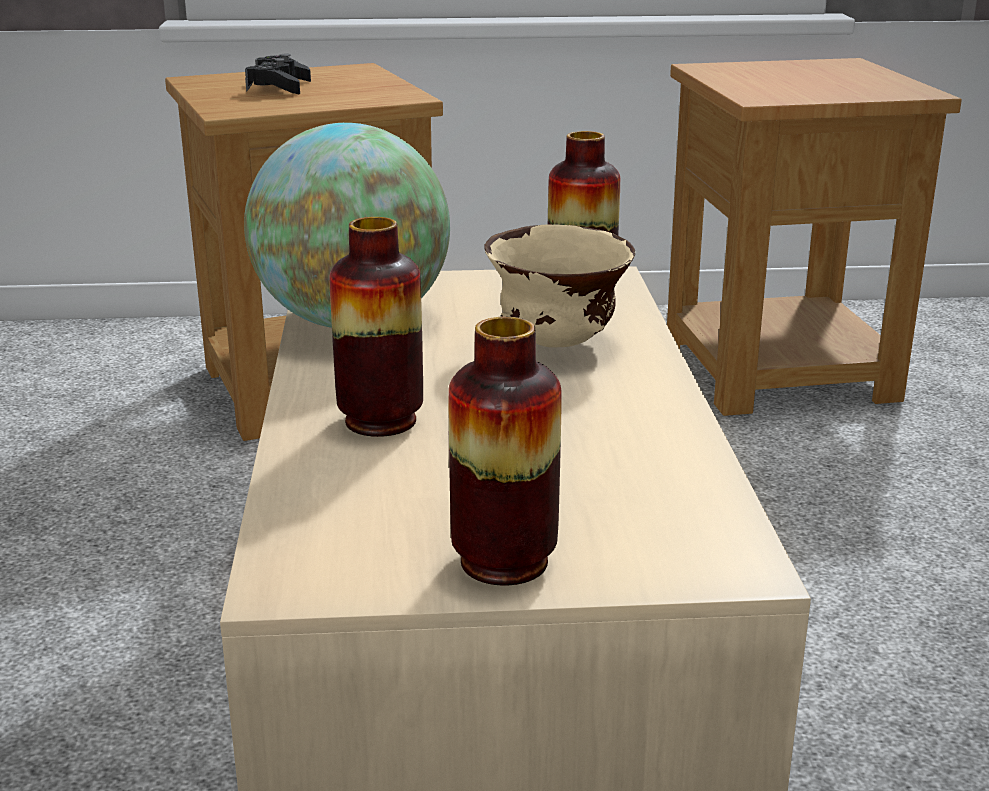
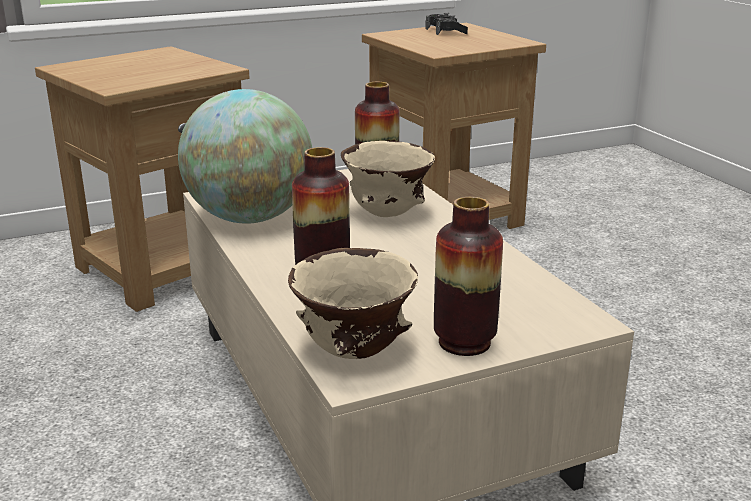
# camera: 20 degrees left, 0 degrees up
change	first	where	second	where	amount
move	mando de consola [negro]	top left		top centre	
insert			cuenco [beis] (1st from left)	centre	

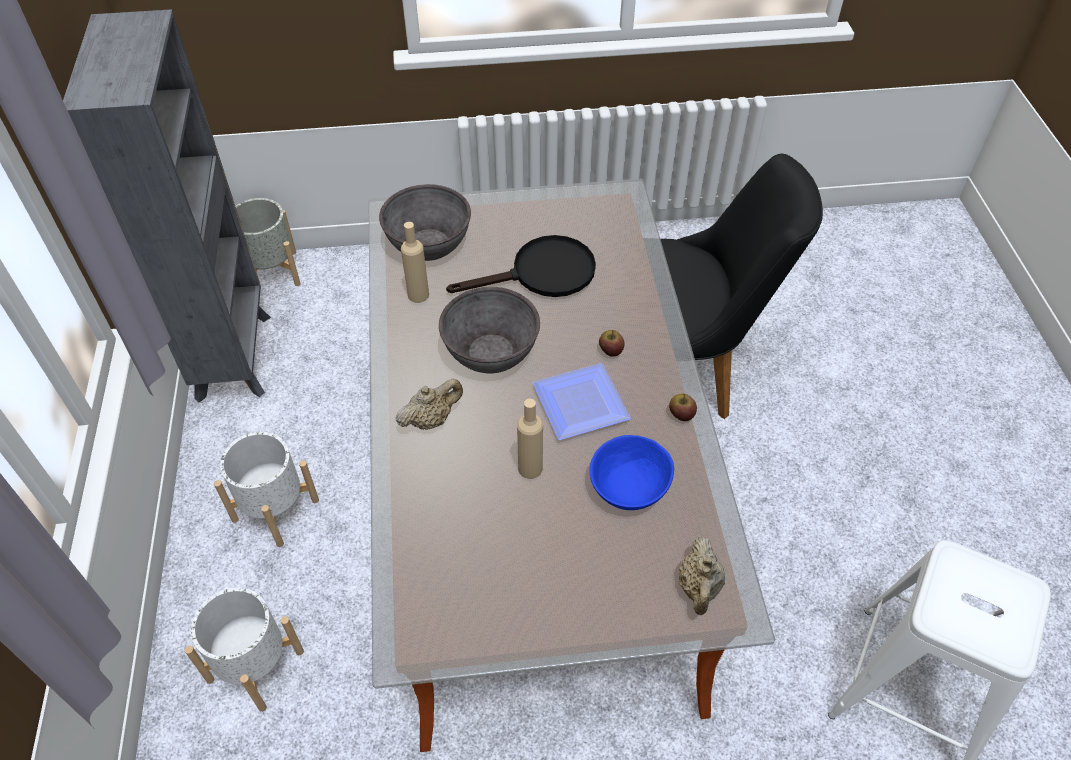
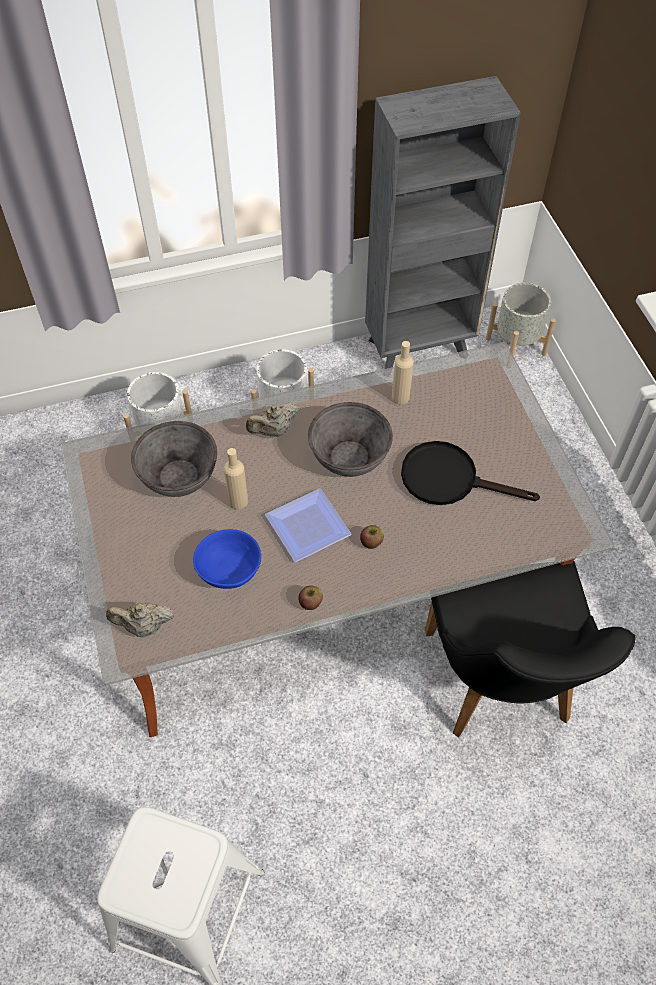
# camera: 80 degrees right, 5 degrees up
change	first	where	second	where	amount
move	cuenco [gris] (1st from left)	top centre		middle left	
rotate	sartén [negro]	centre		middle right	135 degrees clockwise
rotate	tetera [beis] (1st from left in the first image)	centre	tetera [beis] (2nd from left)	centre	105 degrees clockwise

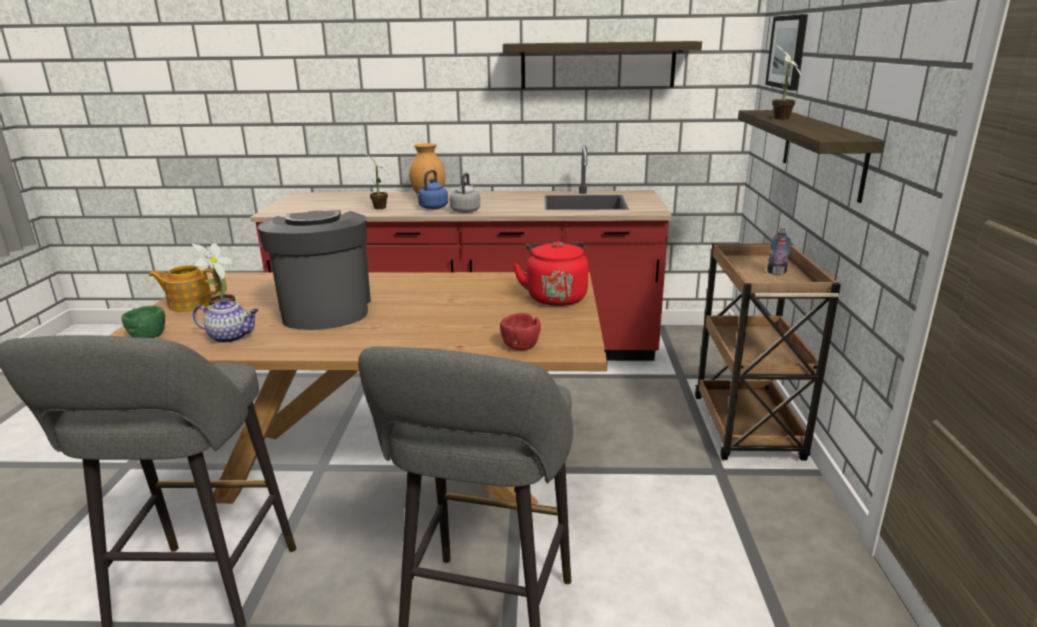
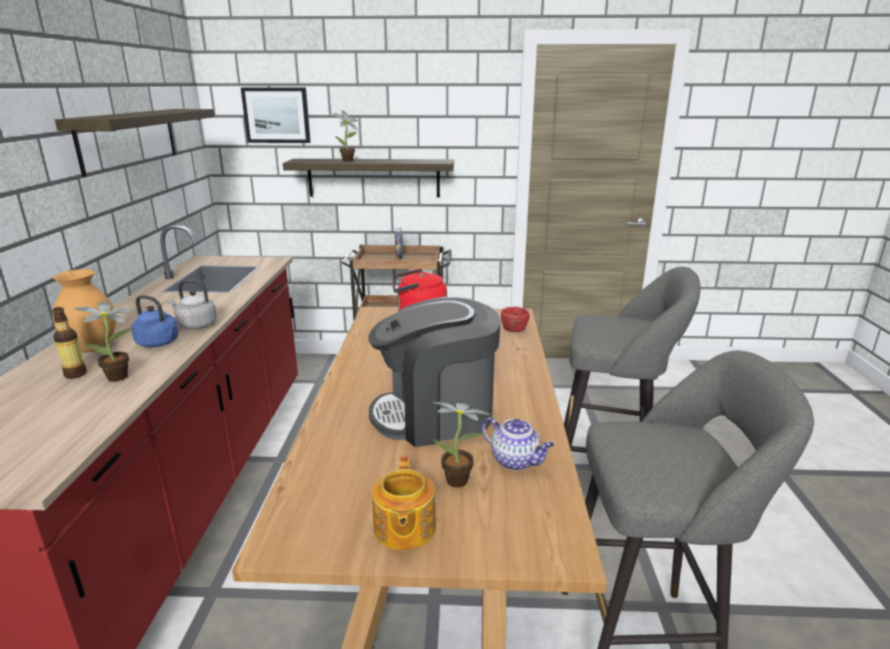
# camera: 90 degrees left, 0 degrees up
change	first	where	second	where	amount
rotate	tetera (2nd from left)	middle left		bottom centre	120 degrees clockwise
delete	cuenco [verde]	middle left			
insert			botella (1st from left)	middle left	

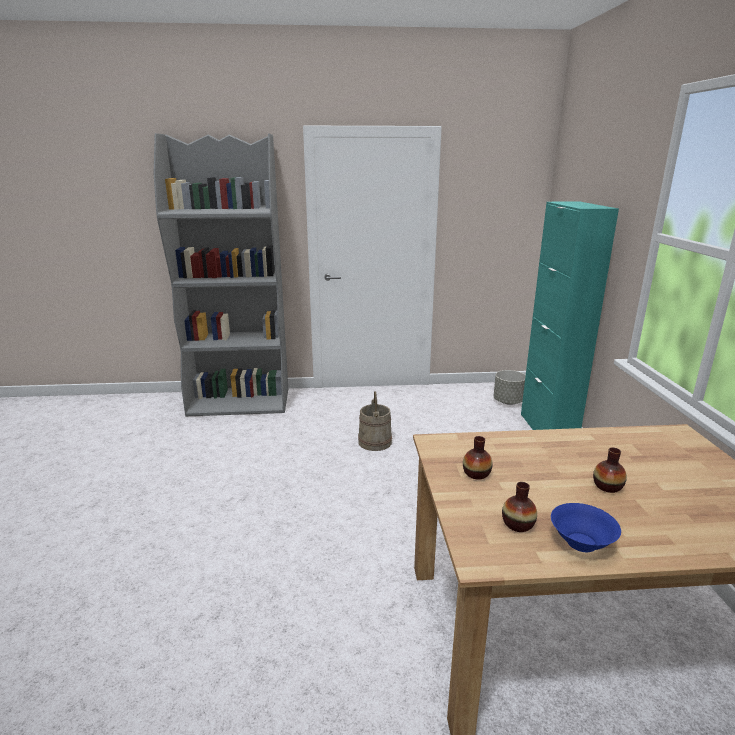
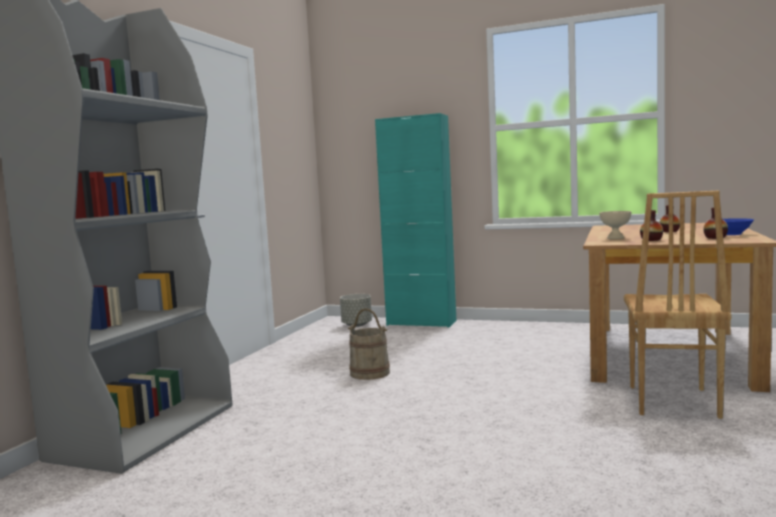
# camera: 65 degrees left, 15 degrees down
change	first	where	second	where	amount
insert			silla [marrón]	middle right	
insert			cuenco [beis]	middle right	

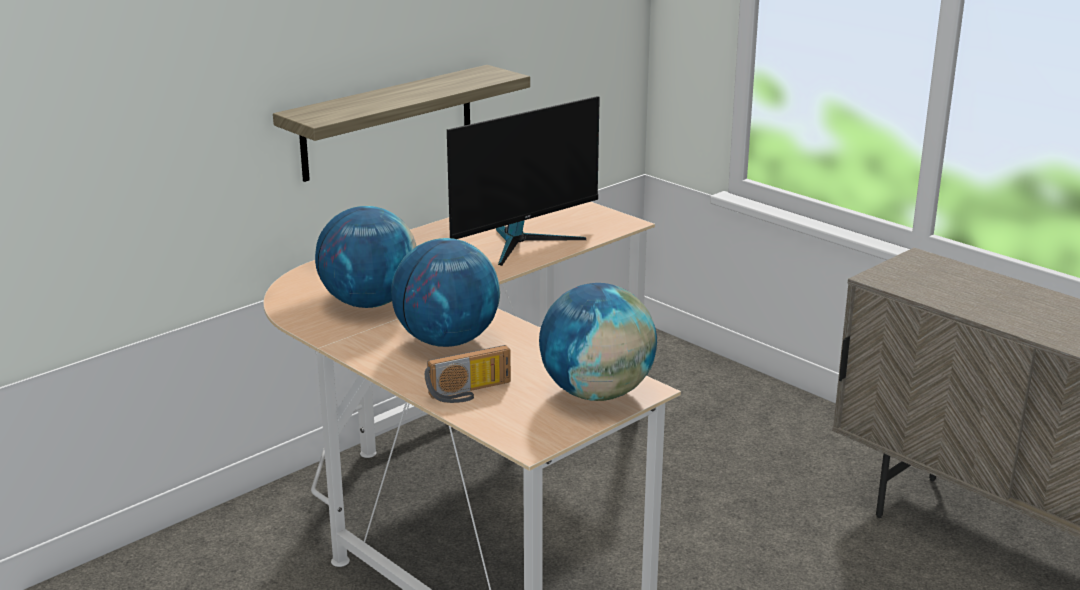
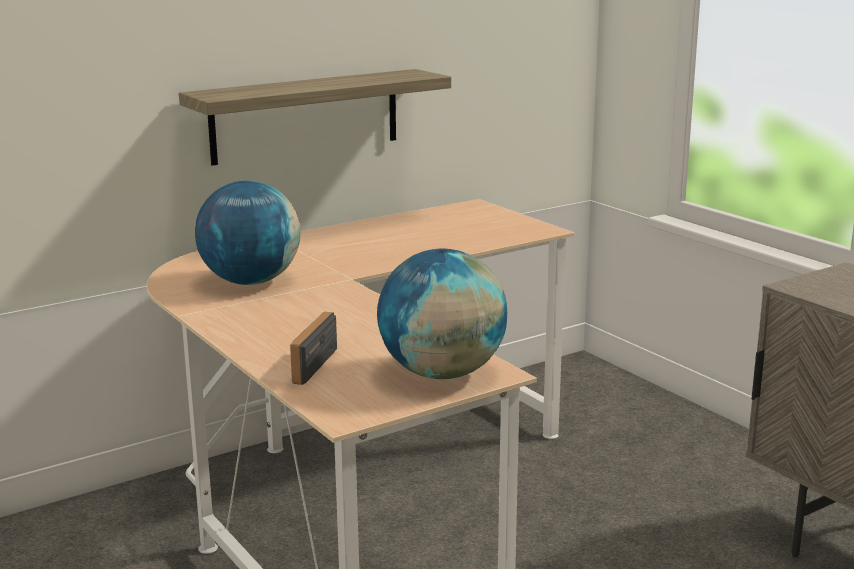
# camera: 10 degrees right, 5 degrees down
change	first	where	second	where	amount
delete	monitor	top centre			
delete	globo terráqueo (2nd from left)	centre			
rotate	radio	centre		centre	120 degrees clockwise

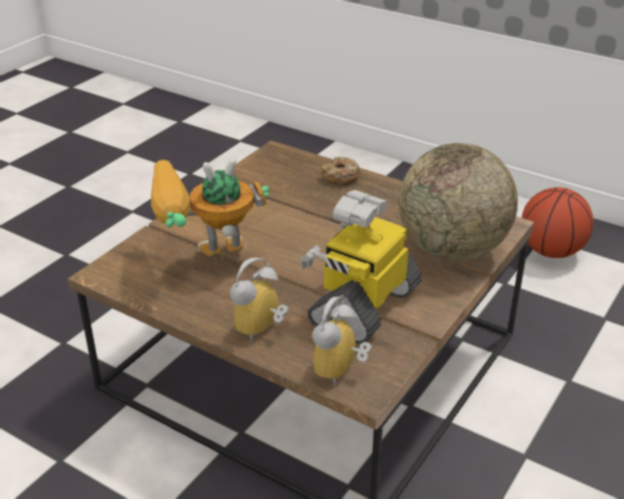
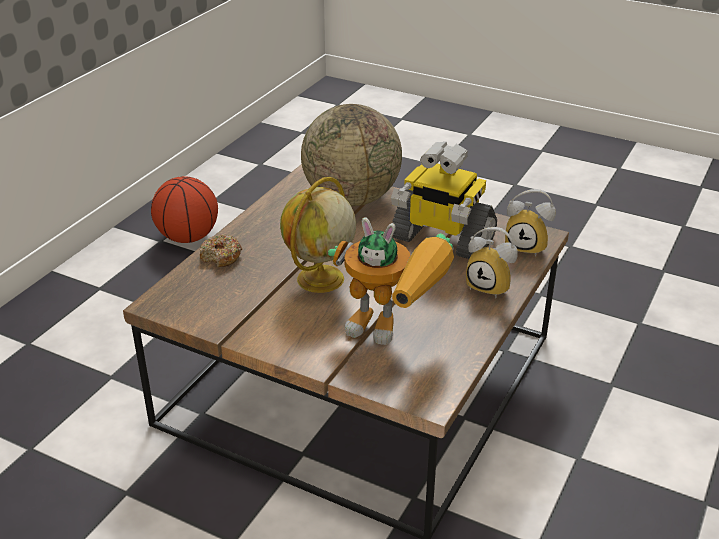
# camera: 95 degrees left, 0 degrees up
change	first	where	second	where	amount
rotate	robot de juguete (1st from left)	centre		centre	45 degrees counterclockwise
insert			globo terráqueo (1st from left)	centre	

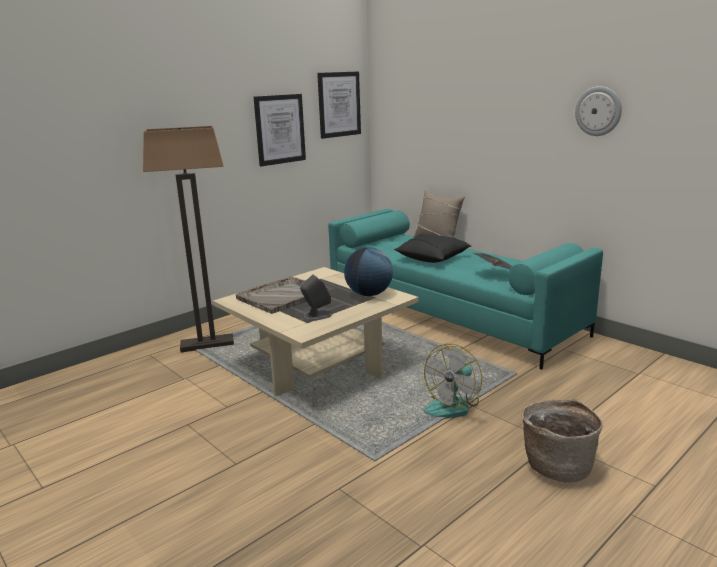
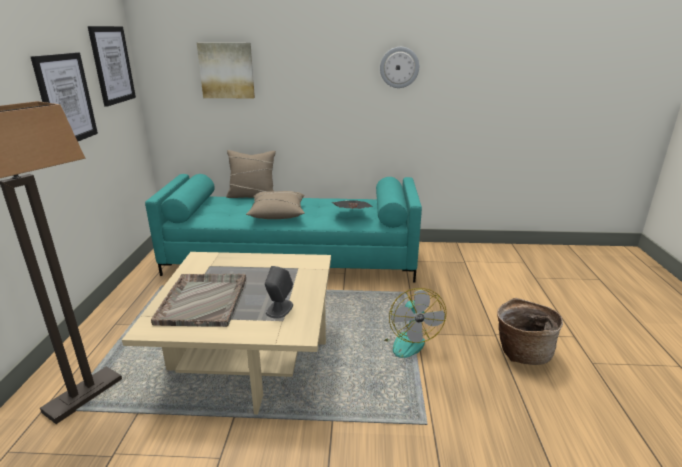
# camera: 45 degrees left, 5 degrees up
change	first	where	second	where	amount
recolor	cojín [negro]	centre	cojín [beis] (2nd from left)	centre	
delete	globo terráqueo	centre			
insert			cuadro (3rd from left)	top left	

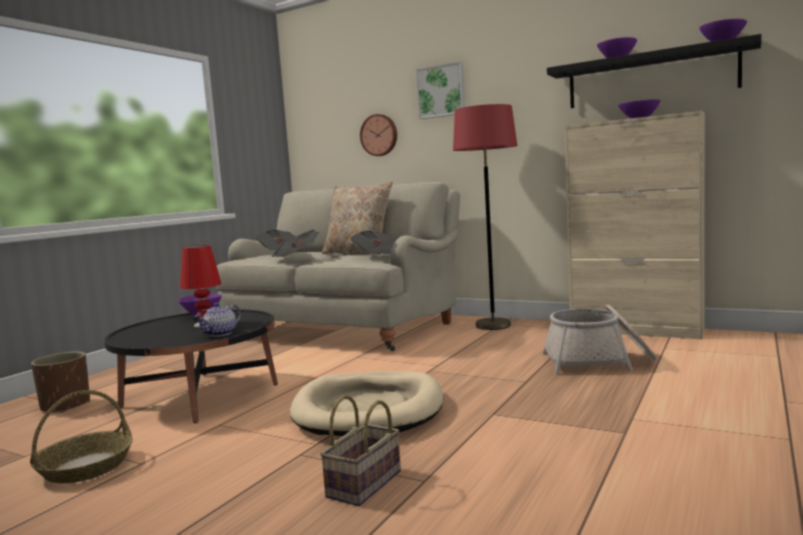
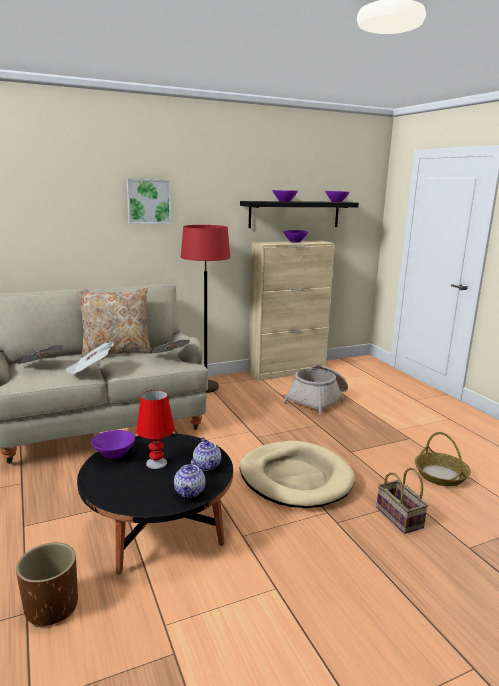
# camera: 55 degrees left, 10 degrees up
change	first	where	second	where	amount
delete	reloj de pared	top centre			
move	cesta (1st from left in the first image)	bottom left	cesta (3rd from left)	bottom right	
insert			tetera (1st from left)	bottom centre	

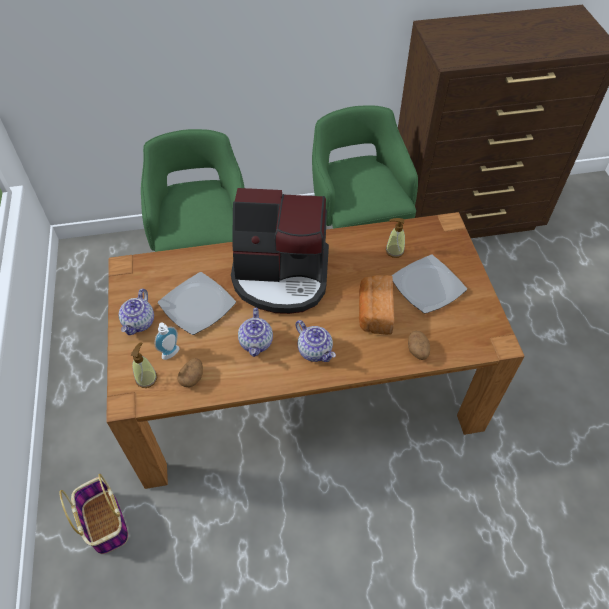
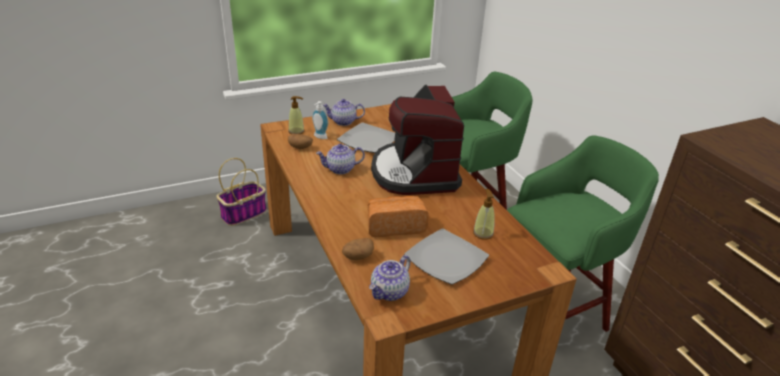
# camera: 75 degrees right, 20 degrees down
change	first	where	second	where	amount
move	tetera (3rd from left)	centre		bottom centre	

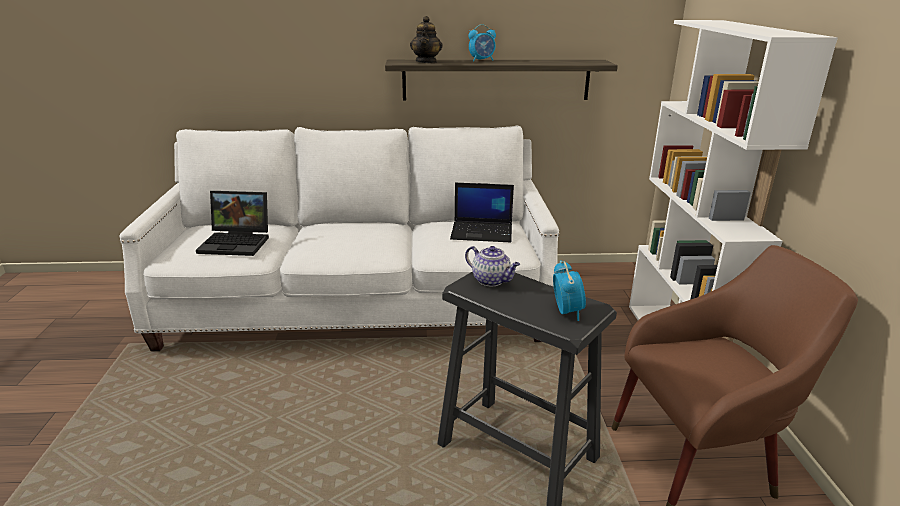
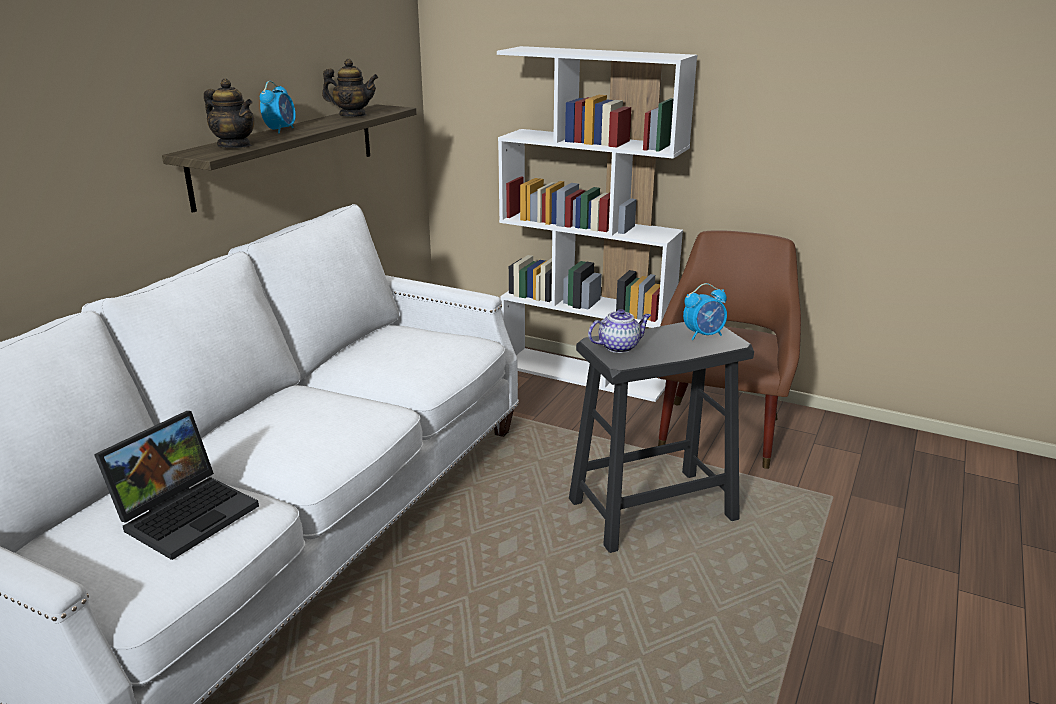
# camera: 60 degrees left, 0 degrees up
change	first	where	second	where	amount
delete	portátil (2nd from left)	centre			
rotate	despertador (2nd from left)	centre		middle right	135 degrees clockwise
insert			tetera (2nd from left)	top left	

